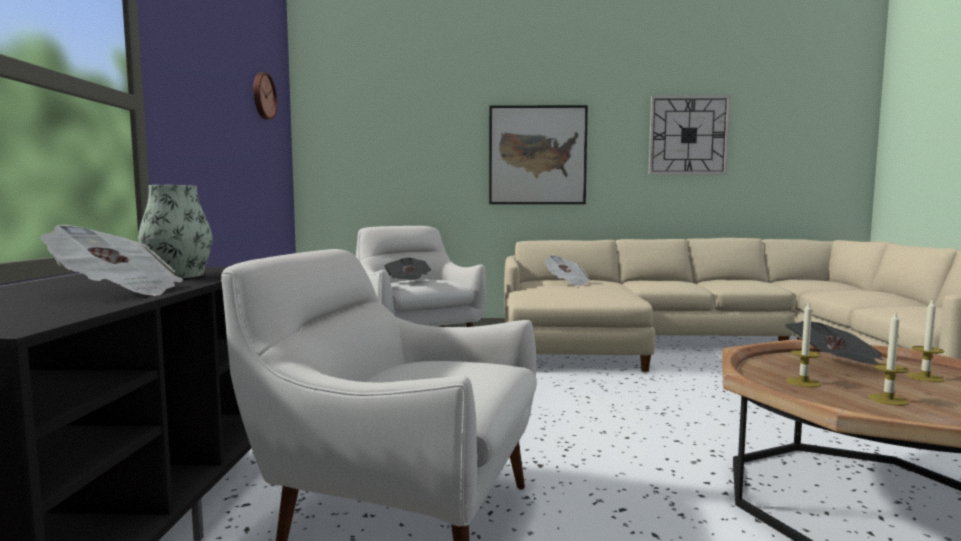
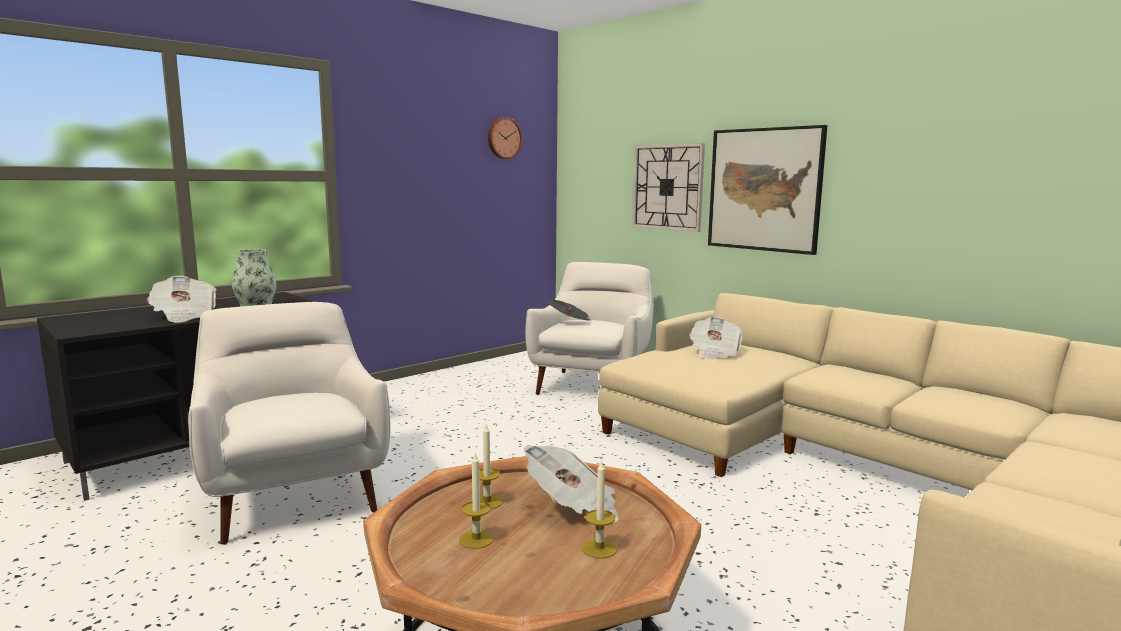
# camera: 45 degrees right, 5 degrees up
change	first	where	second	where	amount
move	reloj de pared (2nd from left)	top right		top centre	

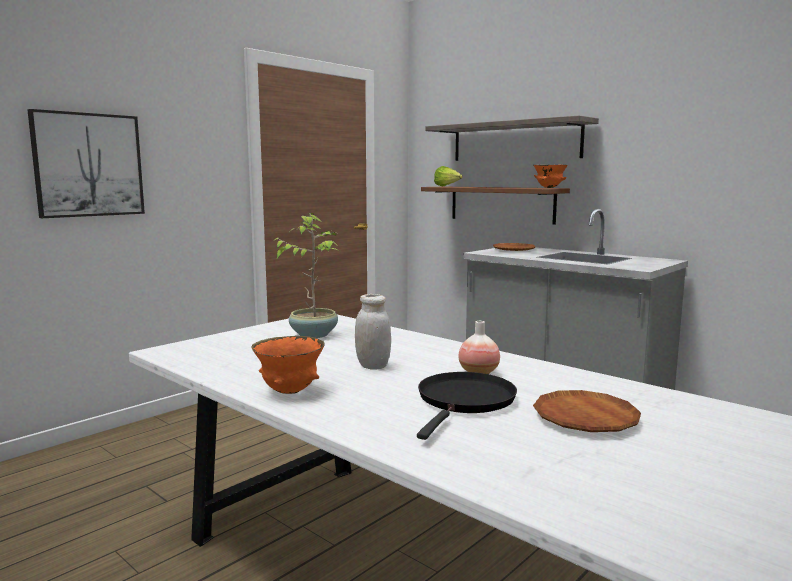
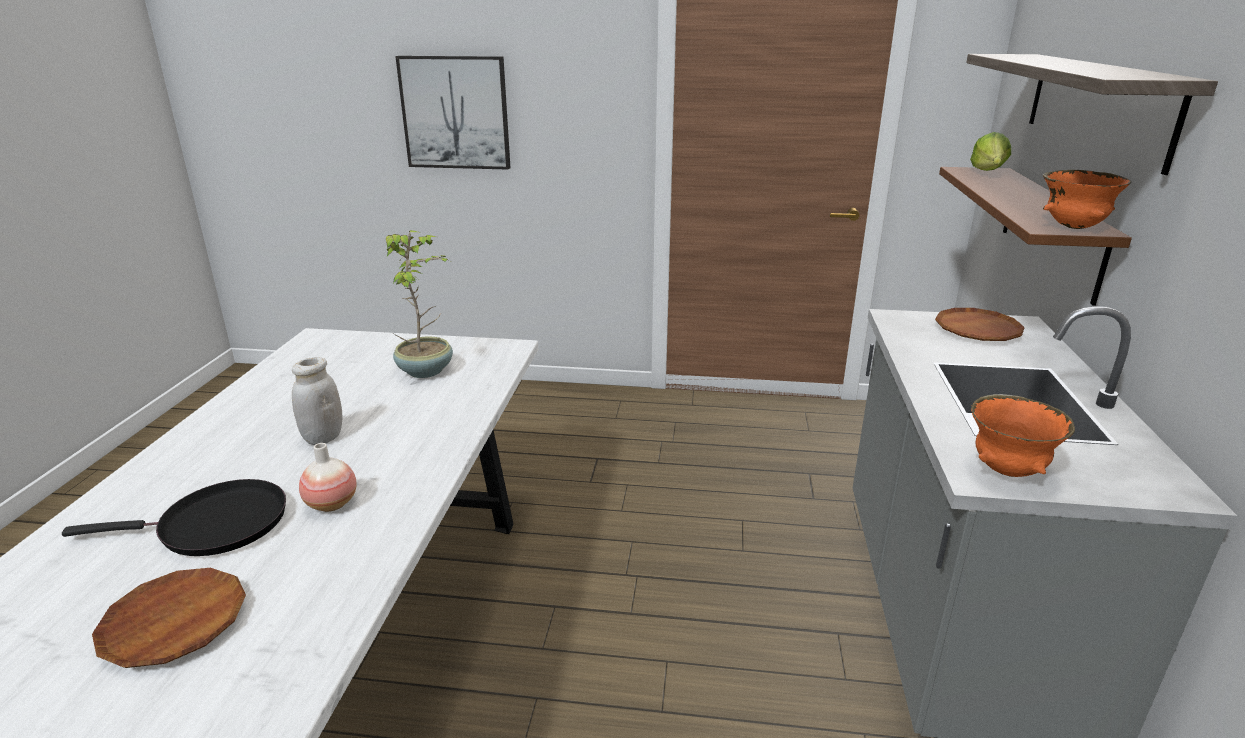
# camera: 55 degrees right, 15 degrees up
change	first	where	second	where	amount
move	cuenco [naranja] (1st from left)	centre		middle right	

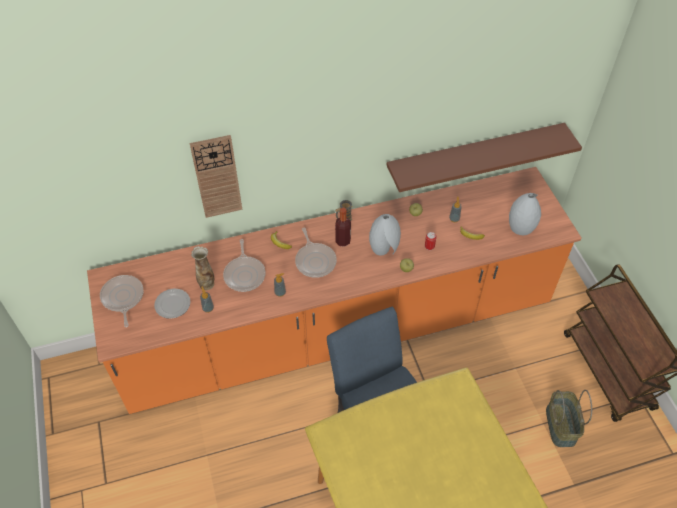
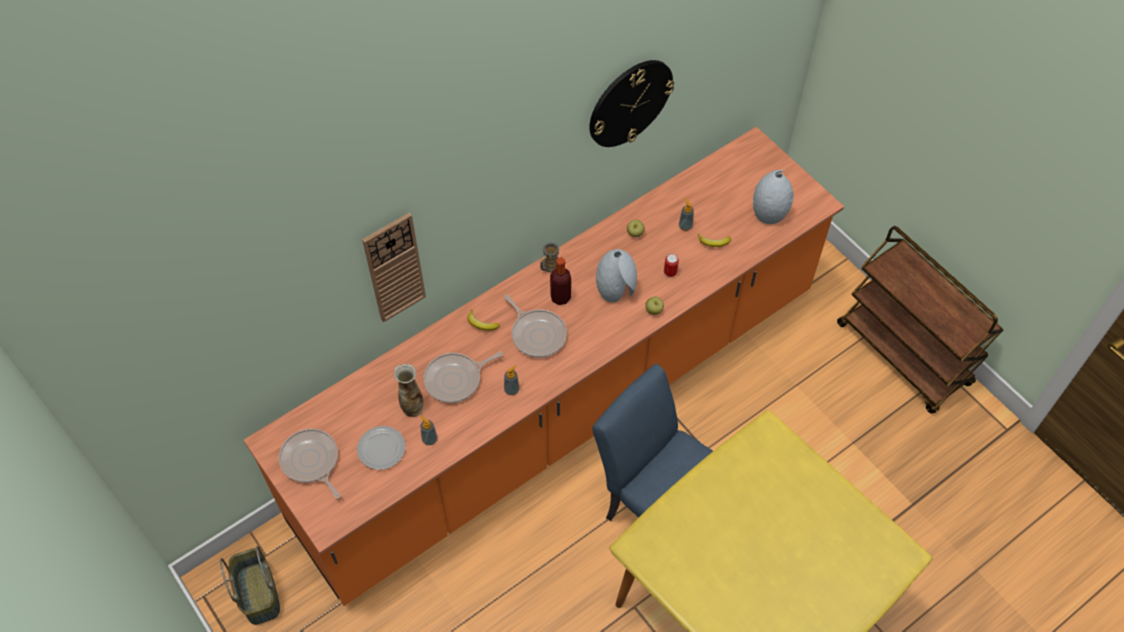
# camera: 20 degrees left, 5 degrees up
change	first	where	second	where	amount
delete	estante [marrón]	top right			
rotate	sartén (2nd from left)	centre		centre	90 degrees clockwise
move	cesta	bottom right		bottom left	
insert			reloj de pared (2nd from left)	top centre	

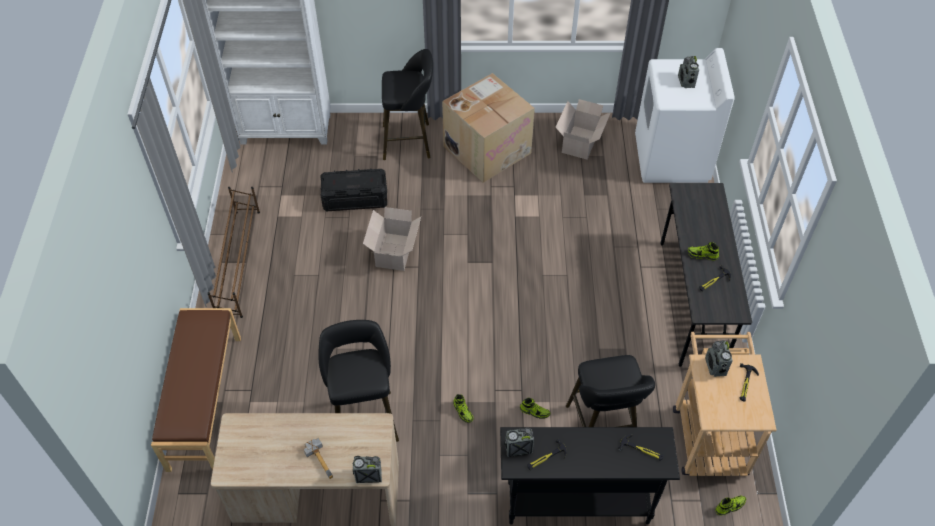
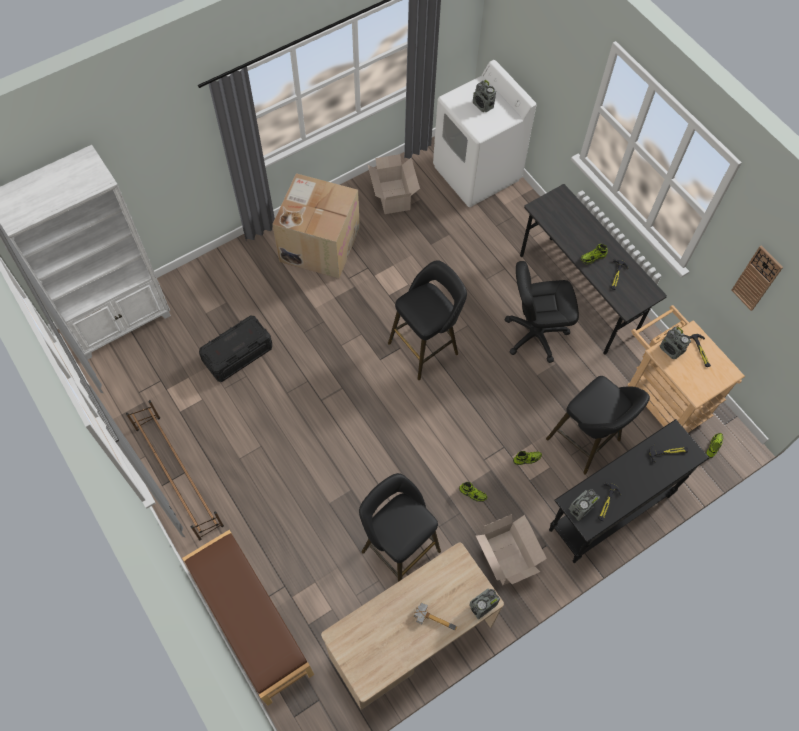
# camera: 35 degrees left, 10 degrees up
change	first	where	second	where	amount
move	taburete [negro] (2nd from left)	top centre		centre	
move	caja de cartón (1st from left in the first image)	centre	caja de cartón (3rd from left)	bottom centre	
insert			reloj de pared	middle right	
insert			silla de oficina [negro]	middle right	

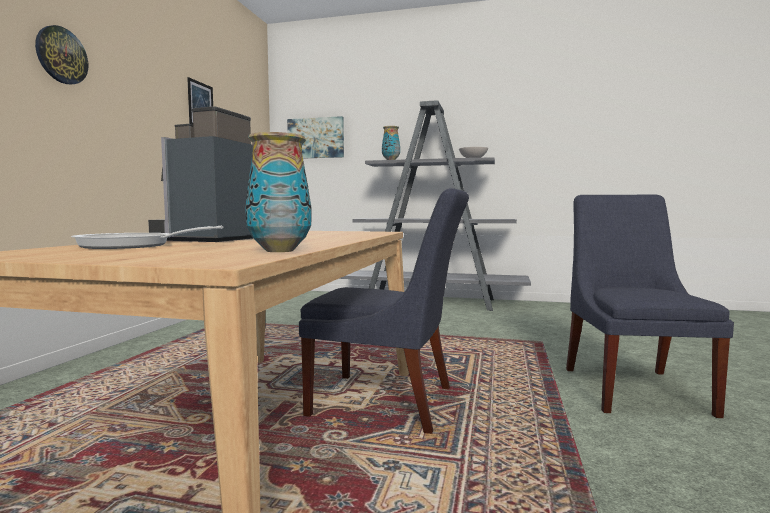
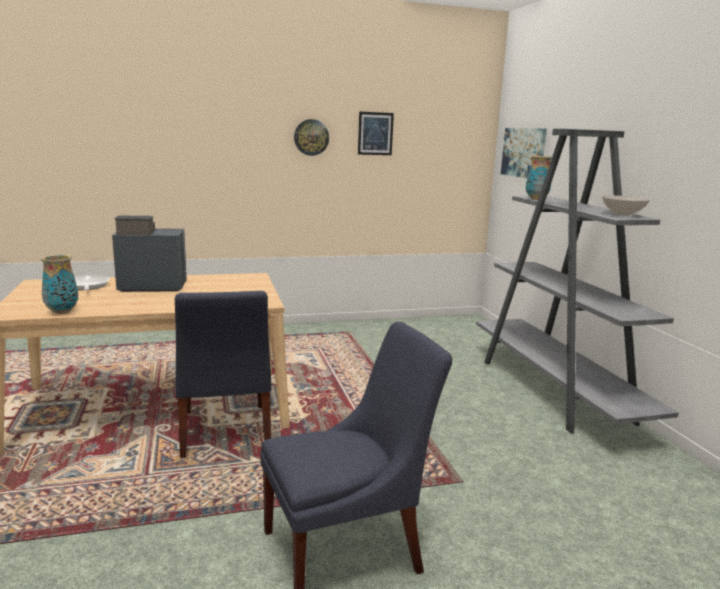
# camera: 60 degrees right, 10 degrees up
change	first	where	second	where	amount
move	reloj de pared	top left		top centre	

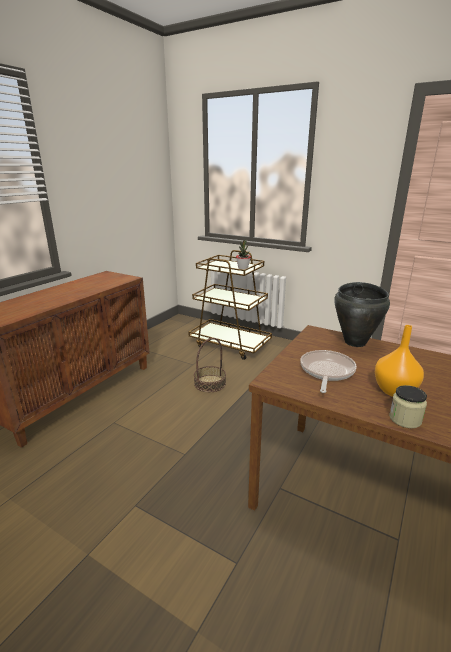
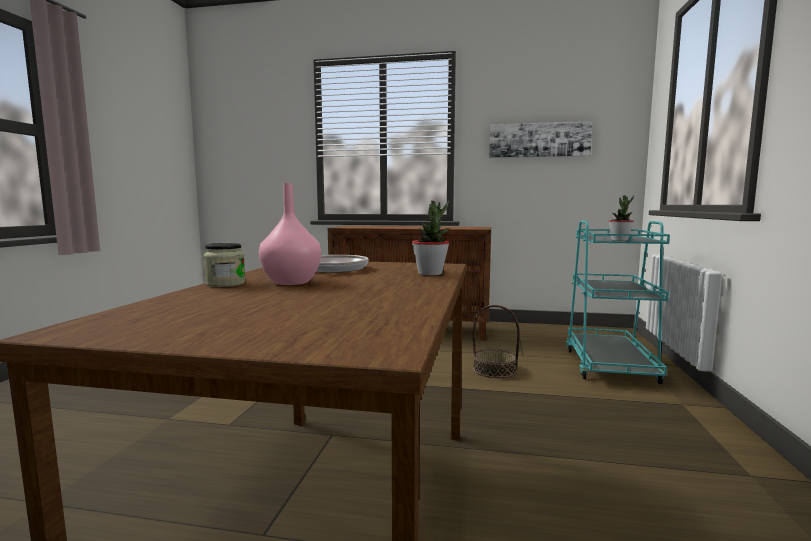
# camera: 70 degrees right, 15 degrees down
change	first	where	second	where	amount
recolor	carrito [marrón]	centre	carrito [turquesa]	middle right	
replace	olla [negro]	middle right	planta en maceta (1st from left)	centre	
recolor	florero [naranja]	middle right	florero [rosa]	centre	
insert			cuadro	top centre	

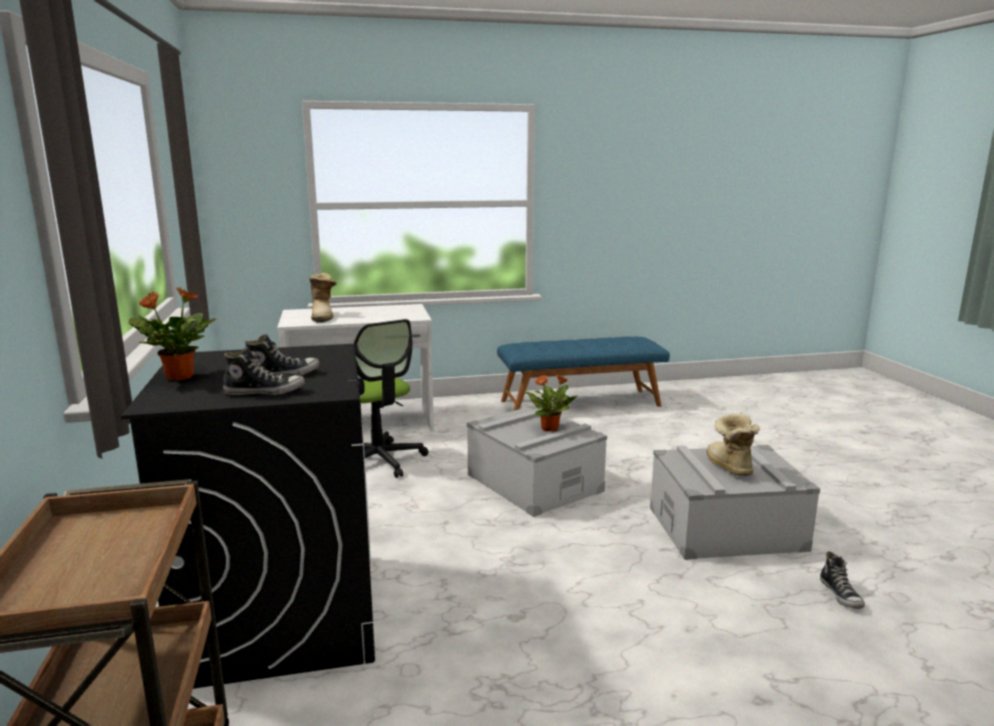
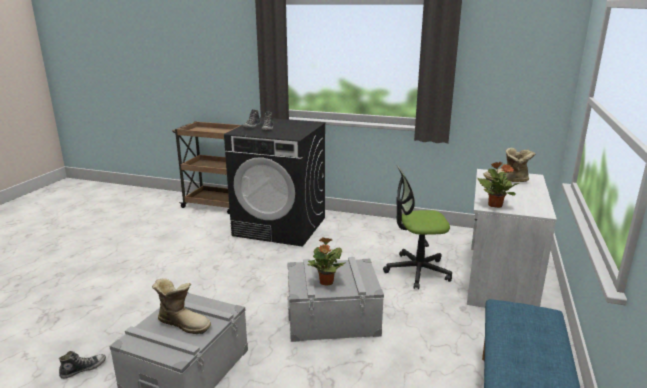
# camera: 120 degrees right, 5 degrees up
change	first	where	second	where	amount
move	planta en maceta (1st from left in the first image)	middle left	planta en maceta (2nd from left)	middle right	
rotate	zapato (3rd from left in the first image)	bottom right	zapato (1st from left)	bottom left	120 degrees clockwise

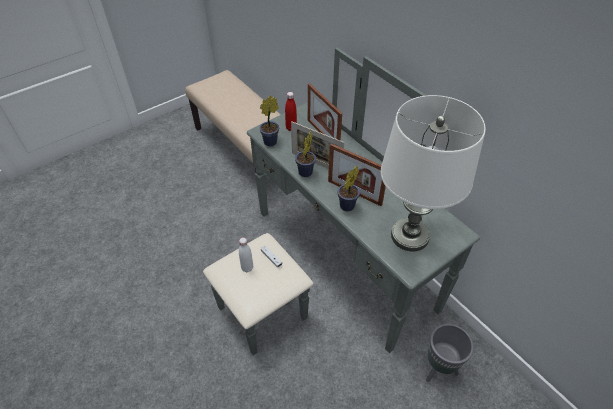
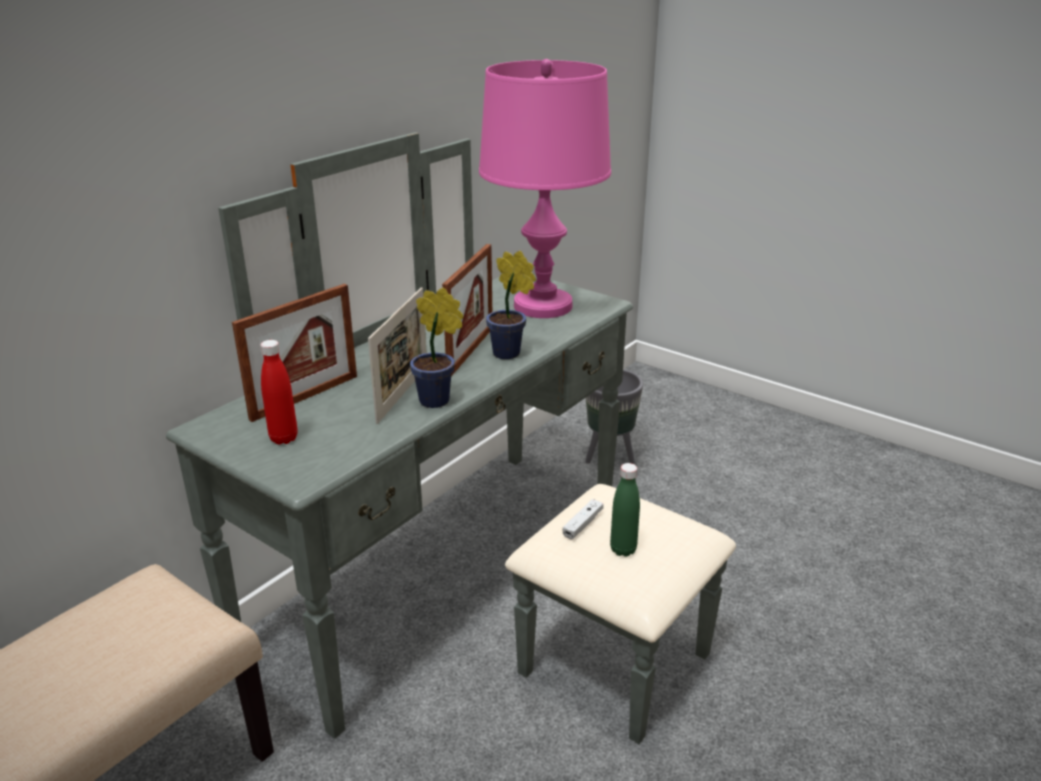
# camera: 105 degrees left, 20 degrees down
change	first	where	second	where	amount
recolor	lámpara de mesa [blanco]	middle right	lámpara de mesa [rosa]	top centre	
delete	planta en maceta (1st from left)	top centre			
recolor	botella [blanco]	centre	botella [verde]	centre	

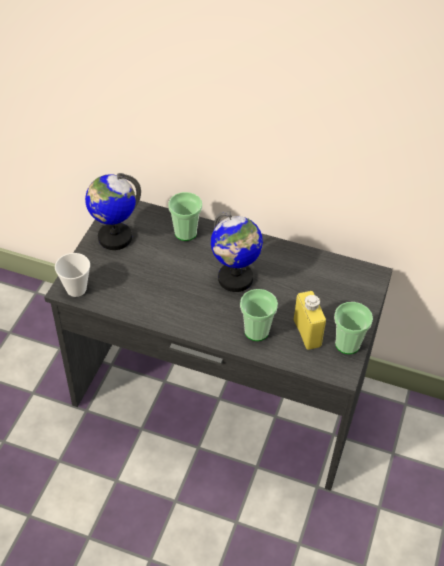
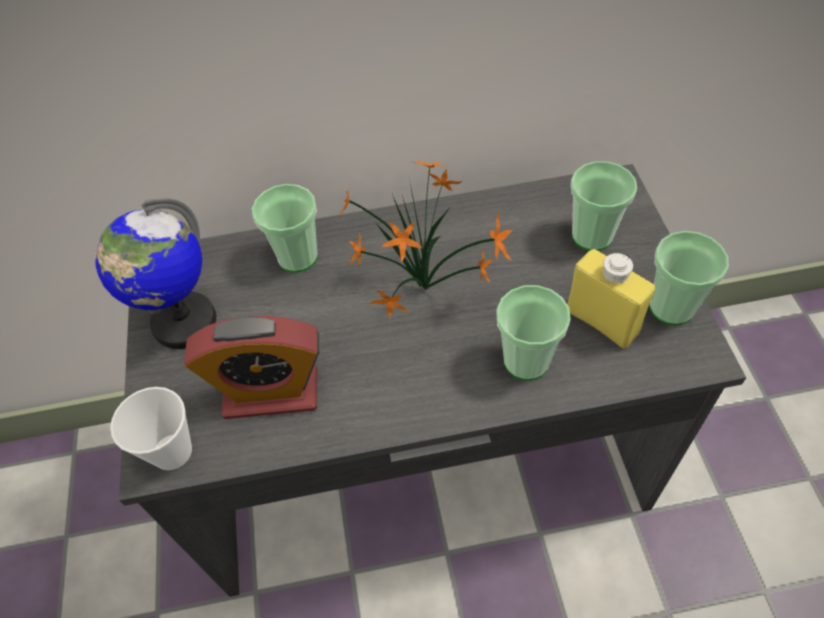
# camera: 25 degrees left, 5 degrees up
change	first	where	second	where	amount
replace	globo terráqueo (2nd from left)	centre	planta en maceta	centre	
insert			taza (4th from left)	middle right	
insert			despertador	middle left	

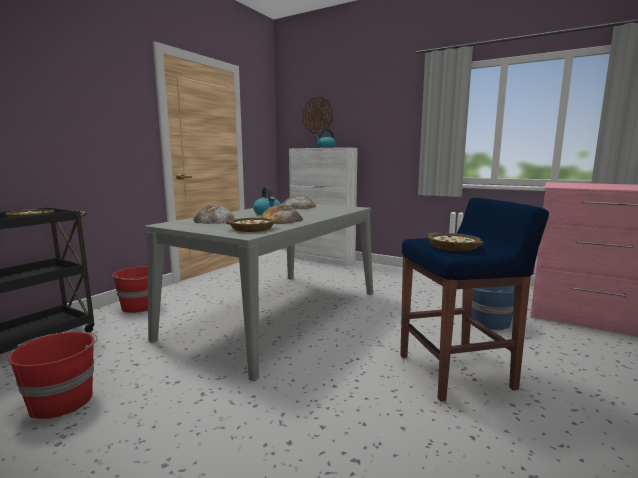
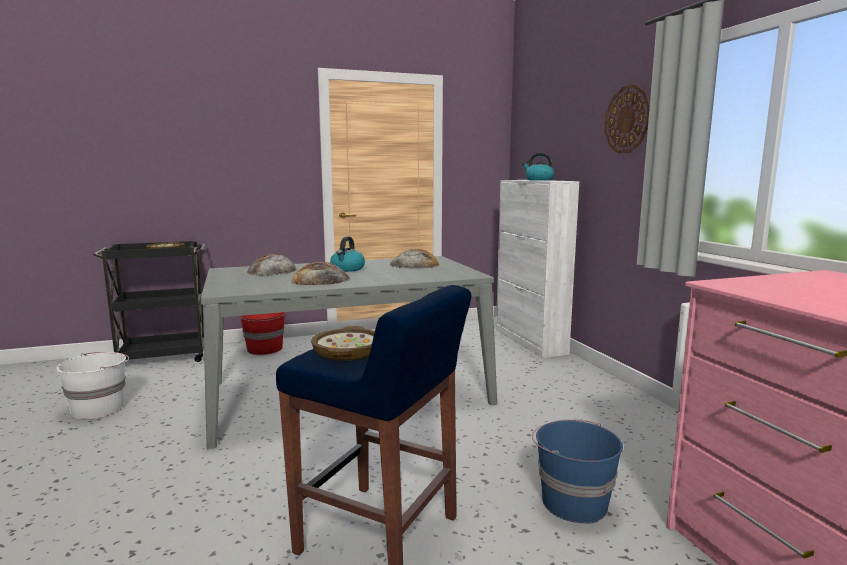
# camera: 40 degrees right, 0 degrees up
change	first	where	second	where	amount
move	reloj de pared	top centre		top right	
delete	cuenco (2nd from left)	centre			
recolor	cubo [rojo] (1st from left)	bottom left	cubo [blanco]	bottom left	

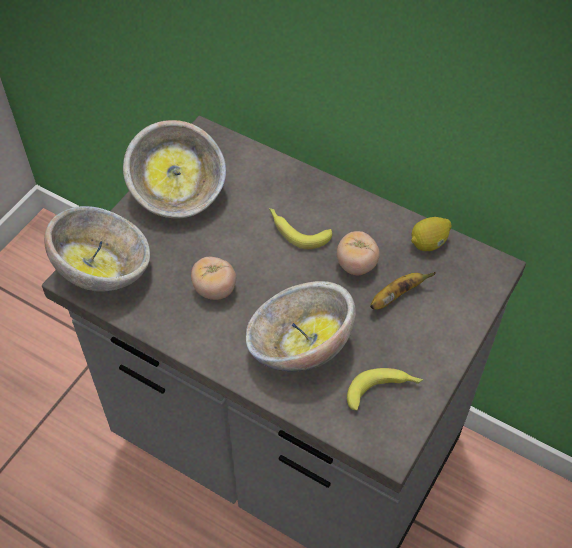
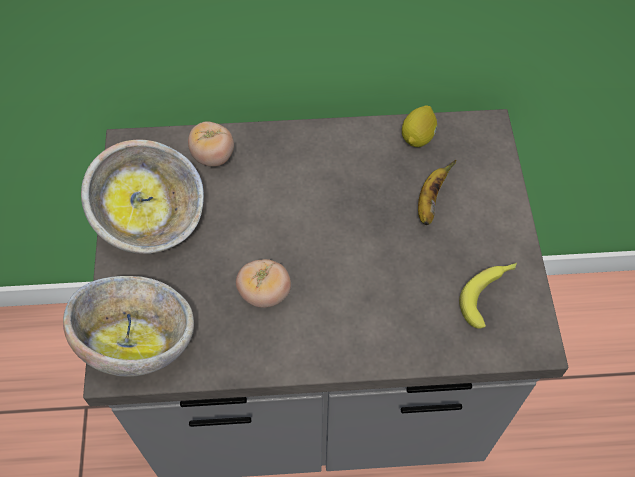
# camera: 35 degrees left, 5 degrees up
change	first	where	second	where	amount
delete	plátano (1st from left)	centre			
move	tomate (2nd from left in the first image)	centre	tomate (1st from left)	top left	
delete	cuenco (3rd from left)	centre			

